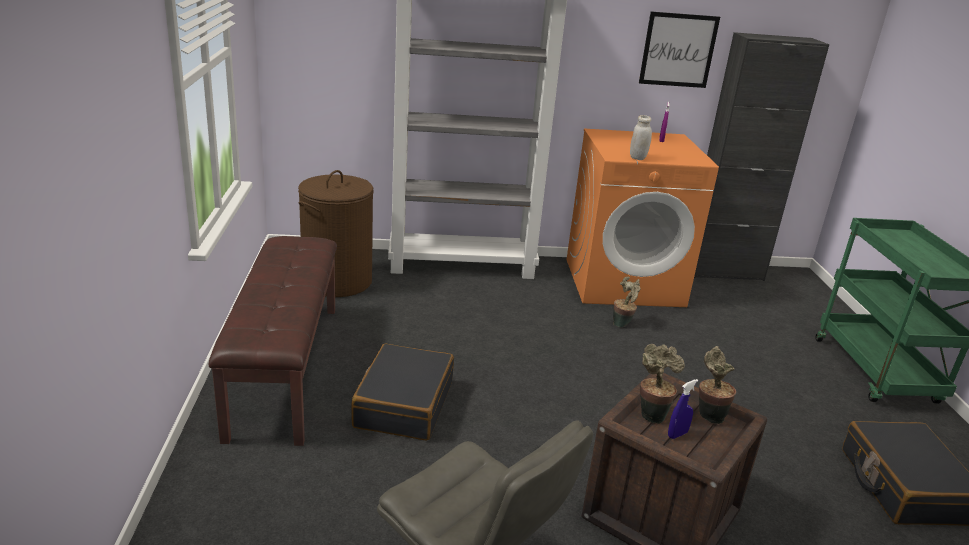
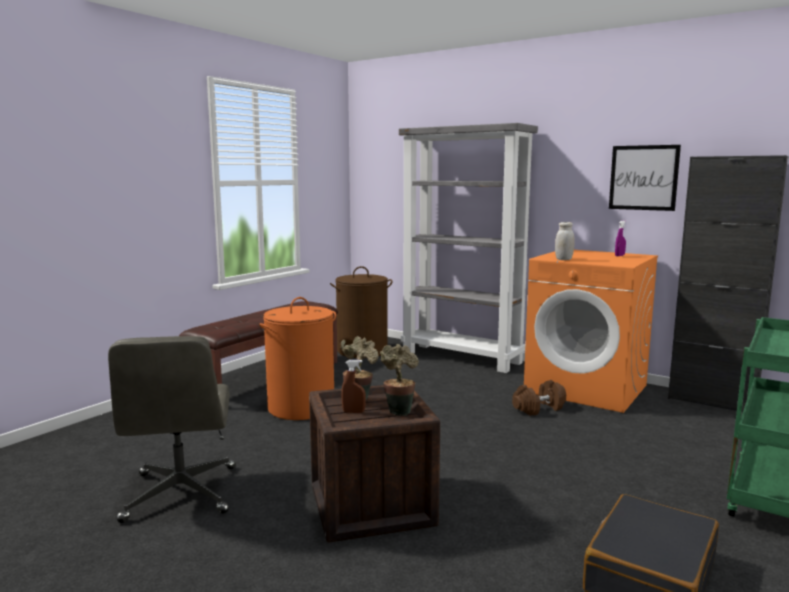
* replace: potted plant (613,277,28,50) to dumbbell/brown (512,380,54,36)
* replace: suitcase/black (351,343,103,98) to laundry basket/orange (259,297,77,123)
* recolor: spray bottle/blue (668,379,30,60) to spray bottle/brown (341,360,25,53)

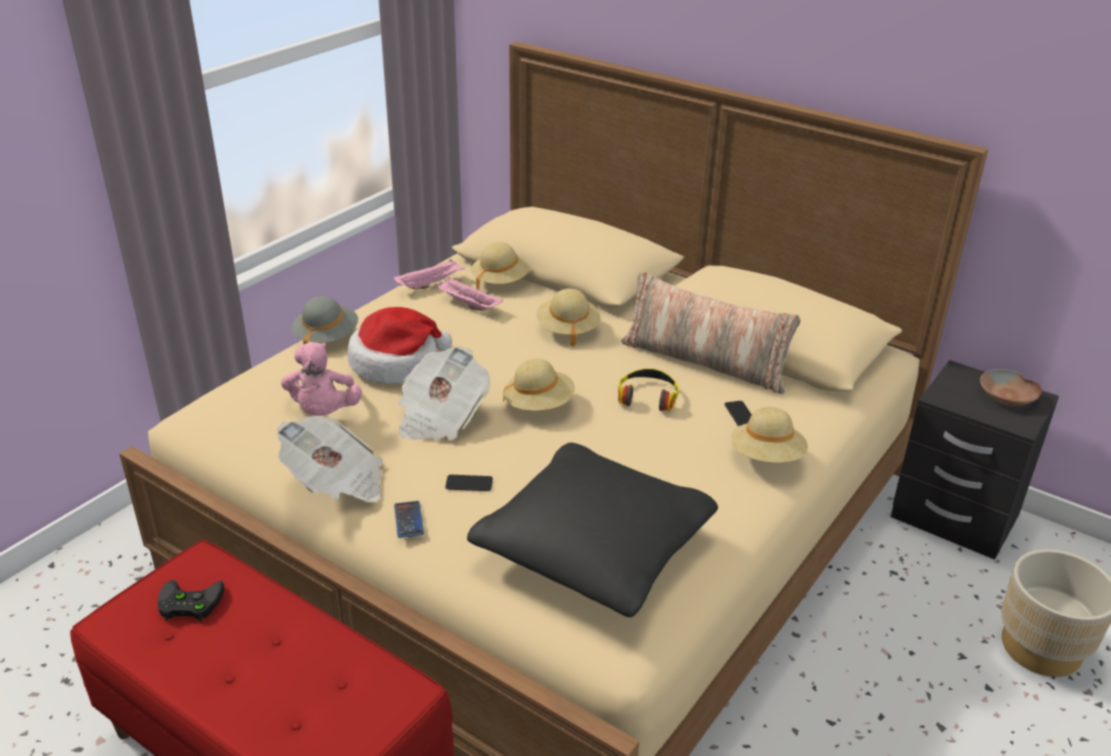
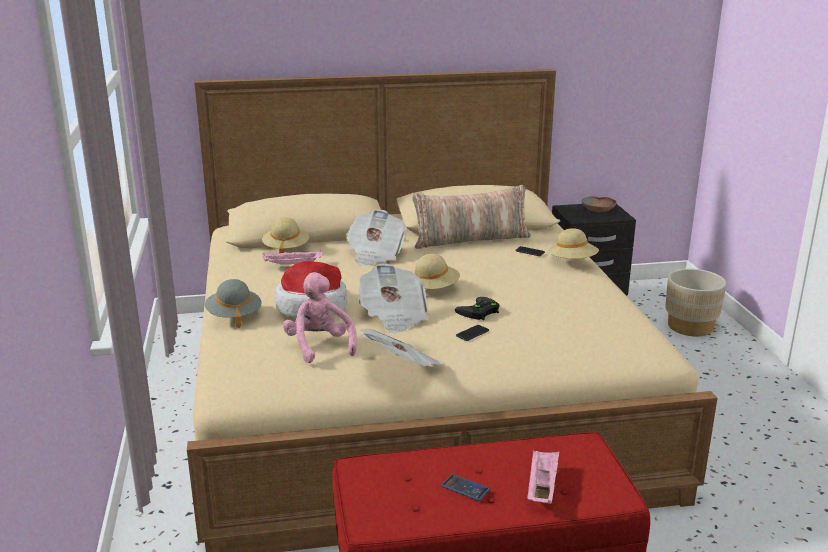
* move: tray/pink (393,259,72,30) to (527,450,32,54)
* replace: hat/beige (536,289,64,58) to newspaper (346,209,61,57)
* rotate: plush toy/pink (281,342,81,74) = (283,272,74,91) 150 degrees counterclockwise
* delete: headphones (618,368,61,43)
* delete: pillow/black (467,443,251,174)
* move: phone (394,501,30,37) to (441,474,49,27)
* move: game controller/black (158,580,66,41) to (455,297,44,23)

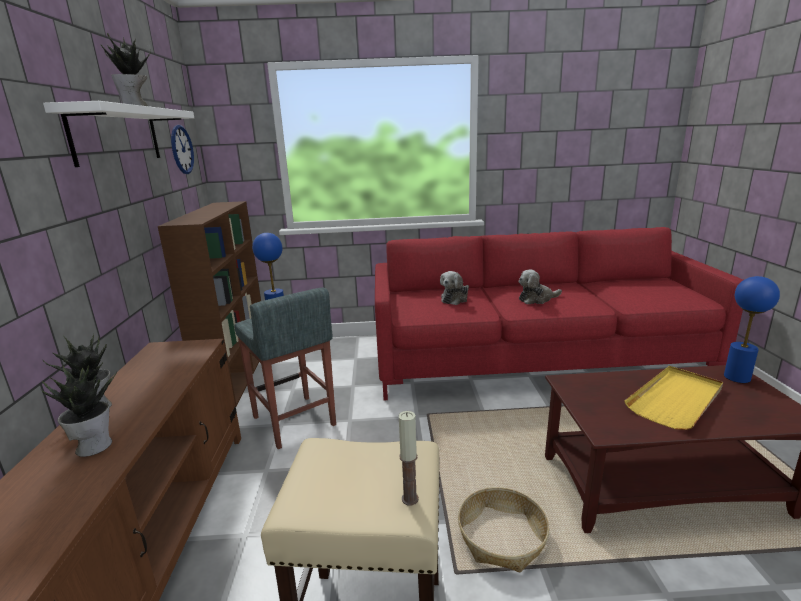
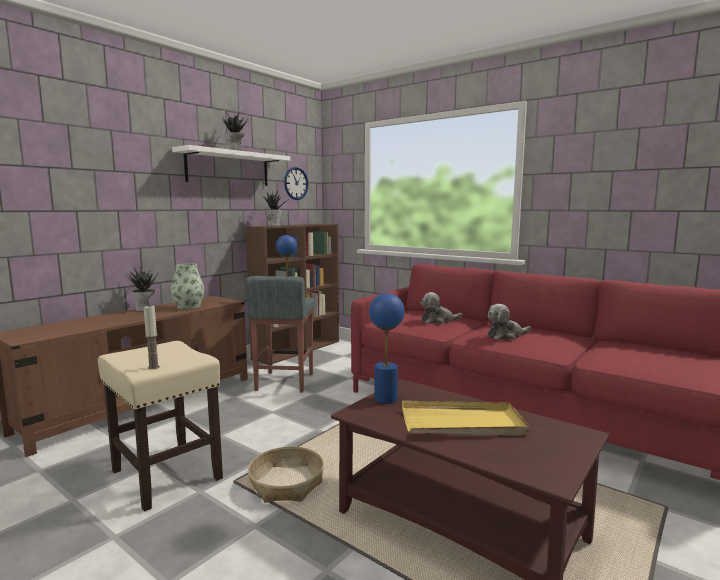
* rotate: plush toy (519,269,43,35) = (487,304,44,36) 45 degrees counterclockwise
* move: table lamp/blue (724,276,56,107) to (369,293,36,111)
* move: potted plant (41,365,76,92) to (263,190,23,36)
* insert: vase (171,263,33,47)

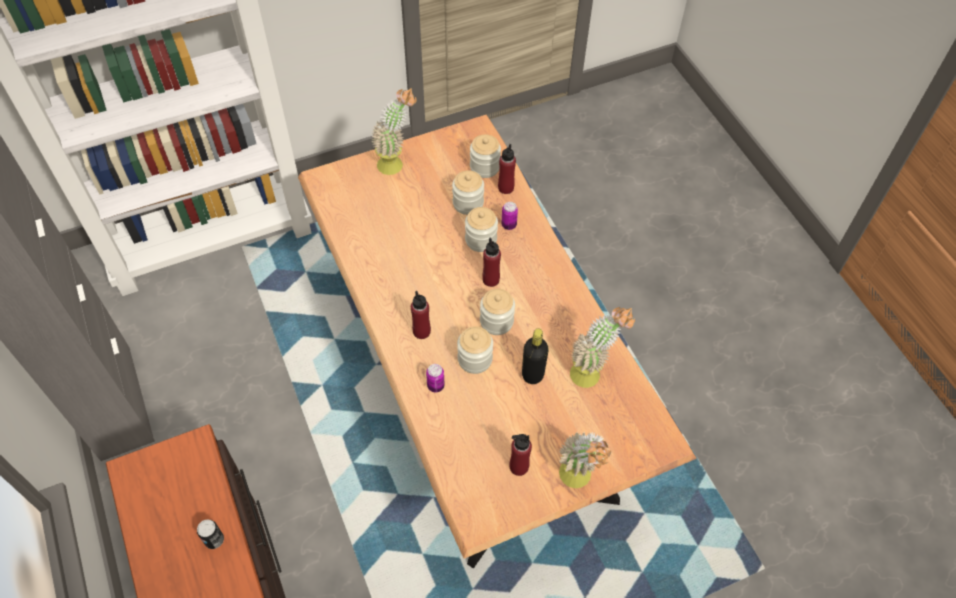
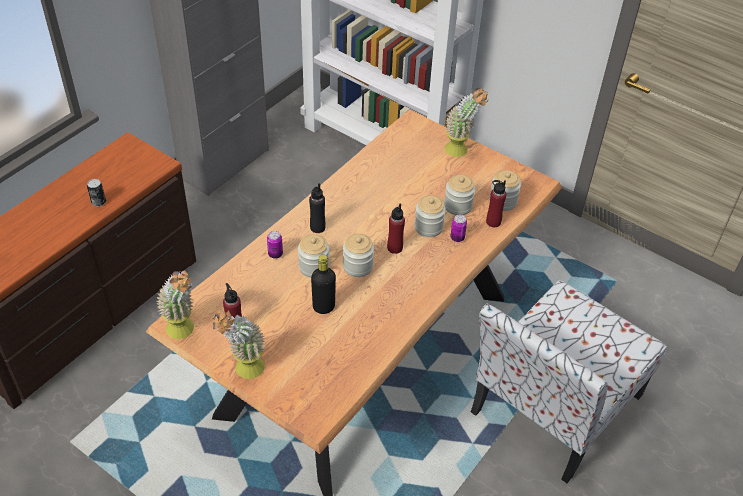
* recolor: bottle/red (411,291,20,48) to bottle/black (309,183,17,50)
* move: potted plant (570,307,65,81) to (156,270,38,69)
* insert: chair (471,280,196,203)

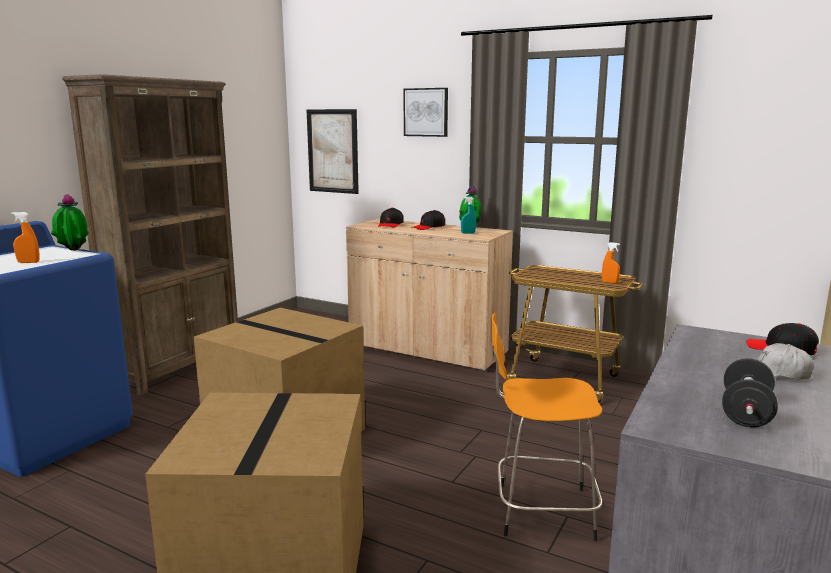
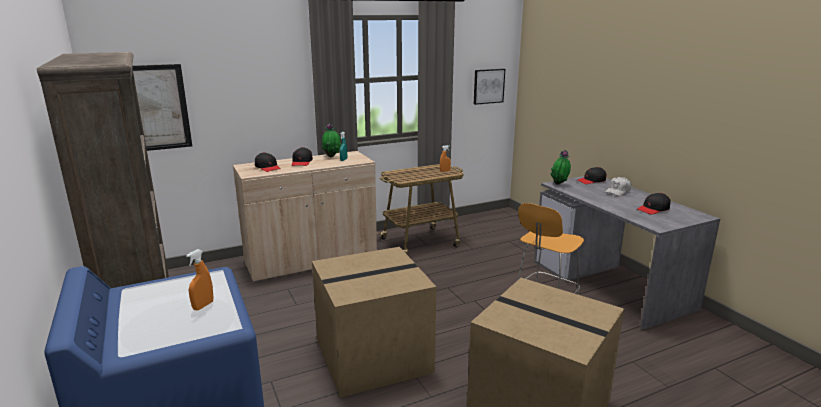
* move: picture (404,88,44,49) to (474,69,31,36)
* move: potted plant (51,194,38,57) to (551,150,20,35)
* replace: dumbbell/black (722,358,56,70) to cap/black (637,193,34,21)

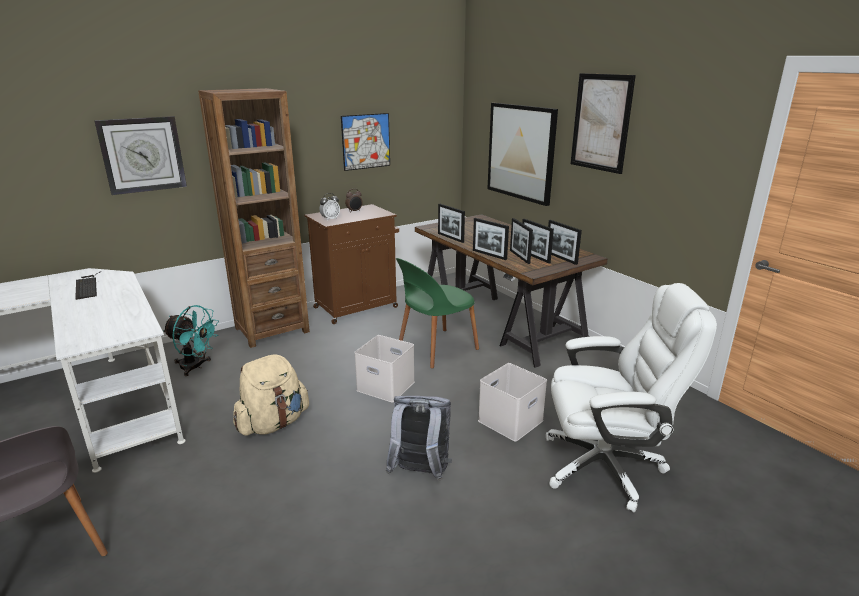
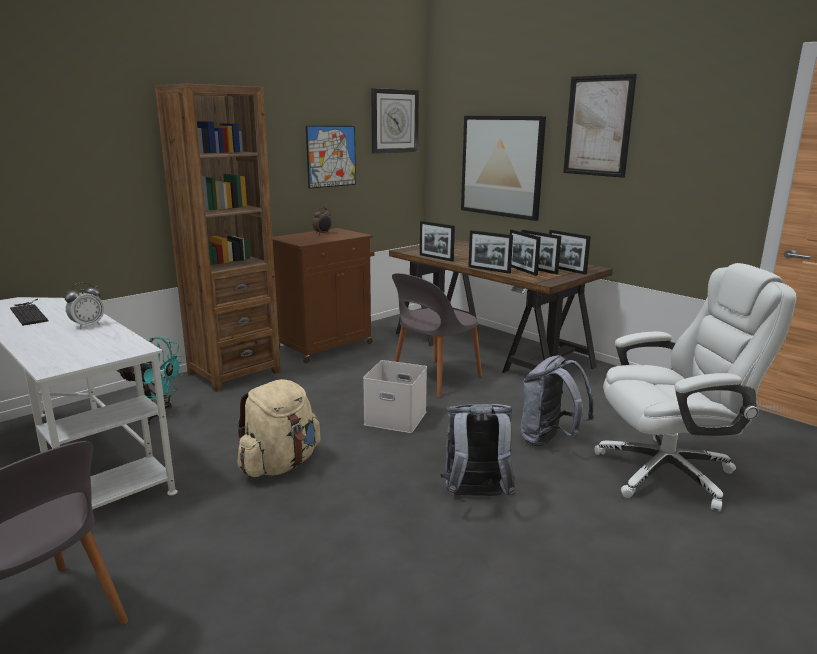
* move: wall clock (94,116,93,79) to (371,88,48,66)
* move: alarm clock (319,193,21,28) to (65,282,39,47)
* recolor: chair/green (396,258,83,111) to chair/grey (392,273,90,125)
* replace: storage box/white (478,363,69,79) to backpack/grey (521,355,73,92)

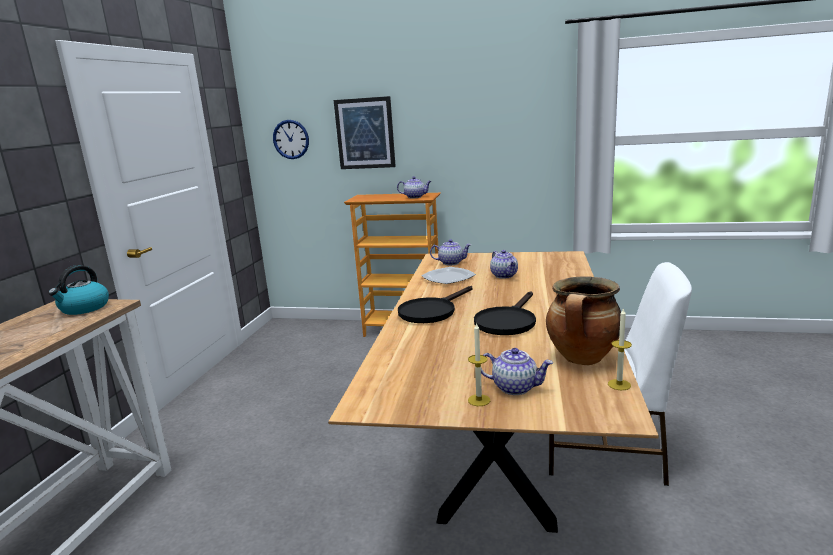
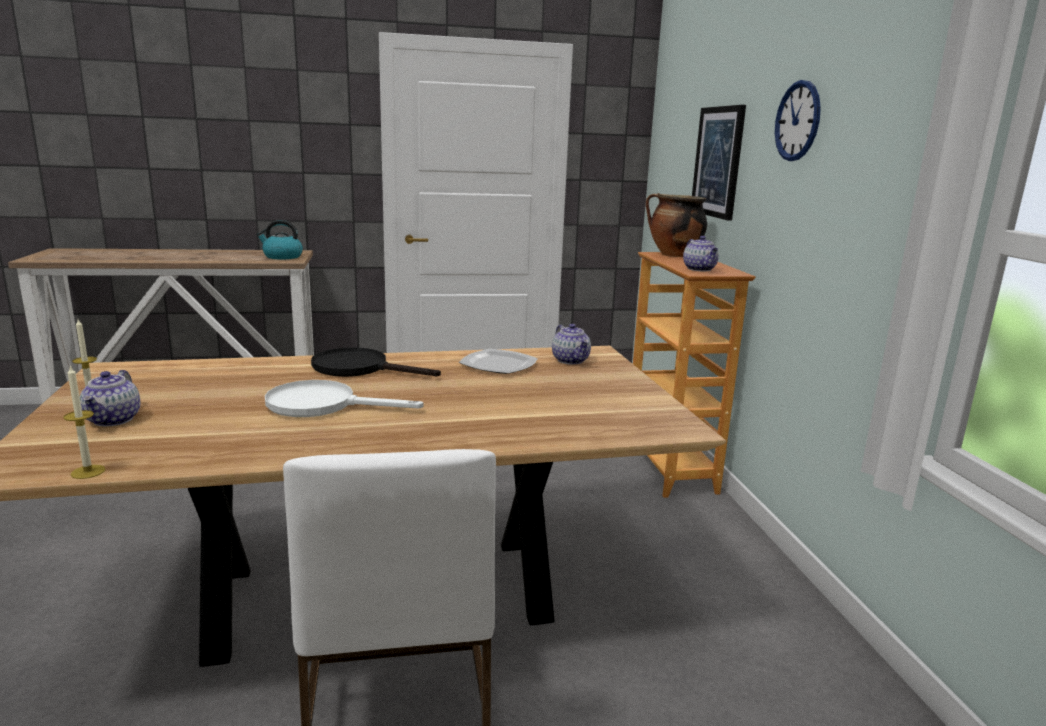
* move: wall clock (273,120,36,39) to (775,80,46,81)
* delete: teapot (490,250,28,29)
* move: cooking pot (546,277,75,88) to (646,193,61,64)
* recolor: frying pan/black (474,291,62,44) to frying pan/white (265,380,159,37)

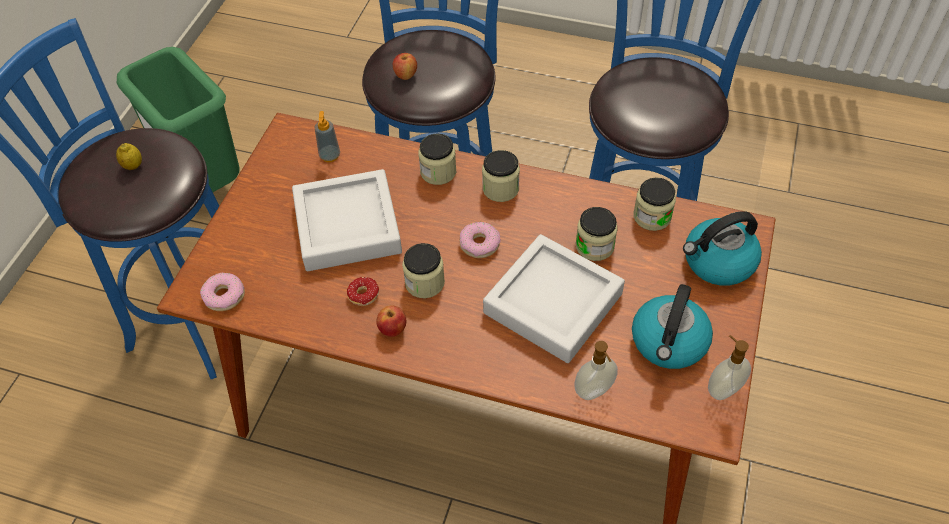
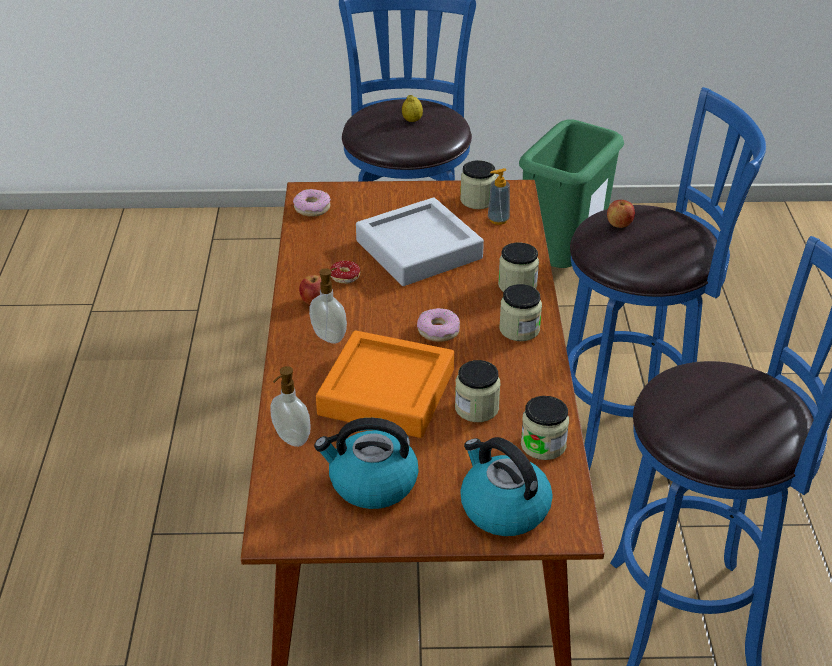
* recolor: tray/grey (483,234,142,129) to tray/orange (316,330,138,108)
* move: jar (402,243,43,55) to (460,160,37,49)
* move: soap dispenser (708,335,43,65) to (309,268,38,75)

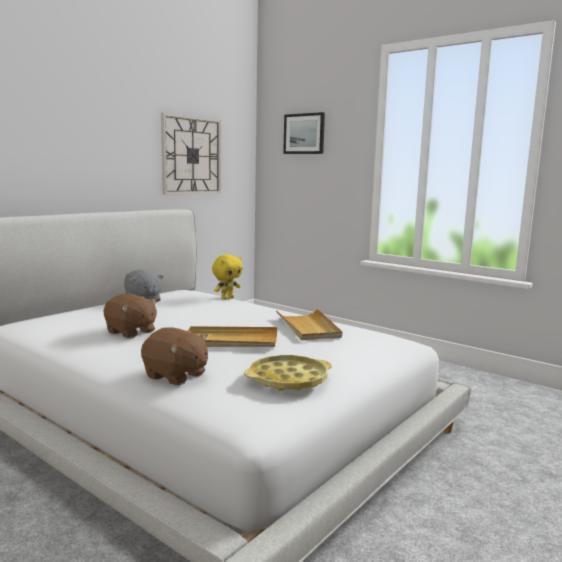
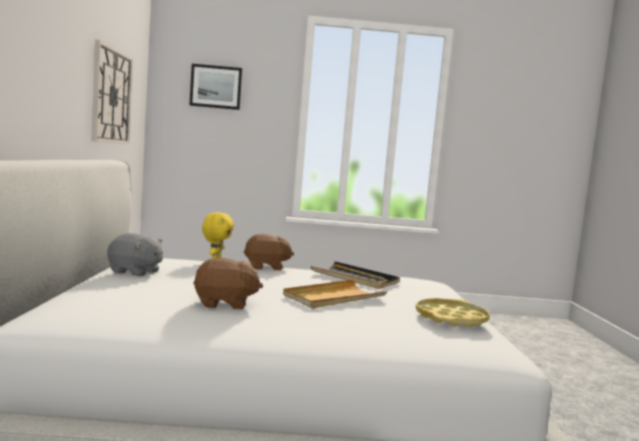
* recolor: tray/beige (276,309,66,31) to tray/black (311,261,89,28)
* move: plush toy/brown (141,327,67,58) to (244,234,50,37)

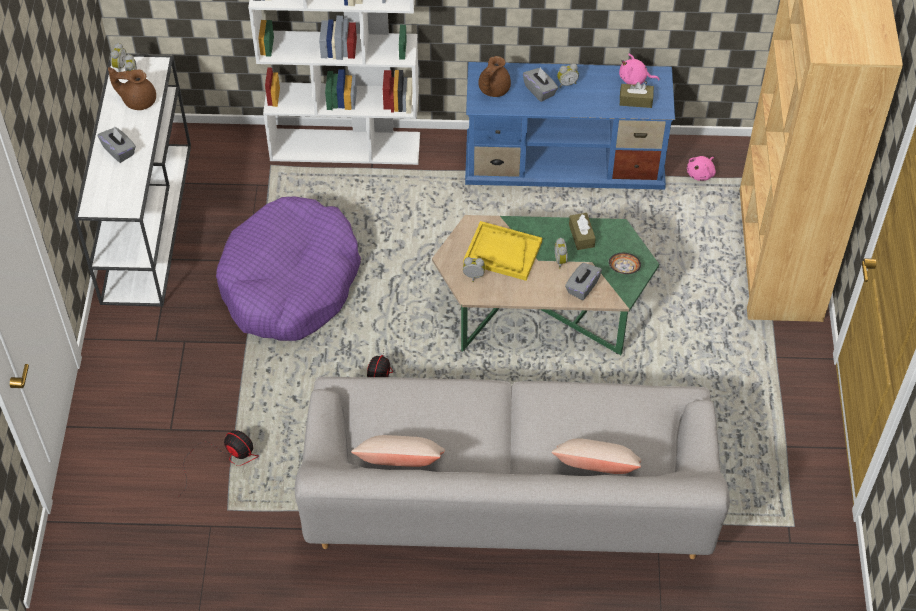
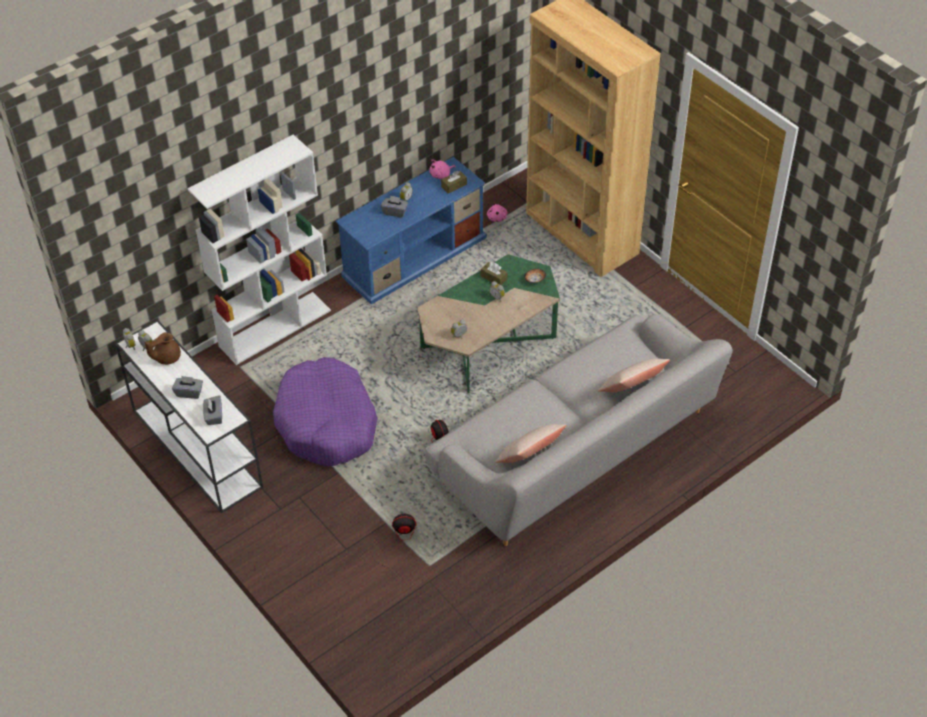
* delete: teapot/brown (478,56,33,41)
* delete: tray/yellow (463,221,79,60)
* move: tissue box/grey (565,263,37,37) to (203,395,19,30)

